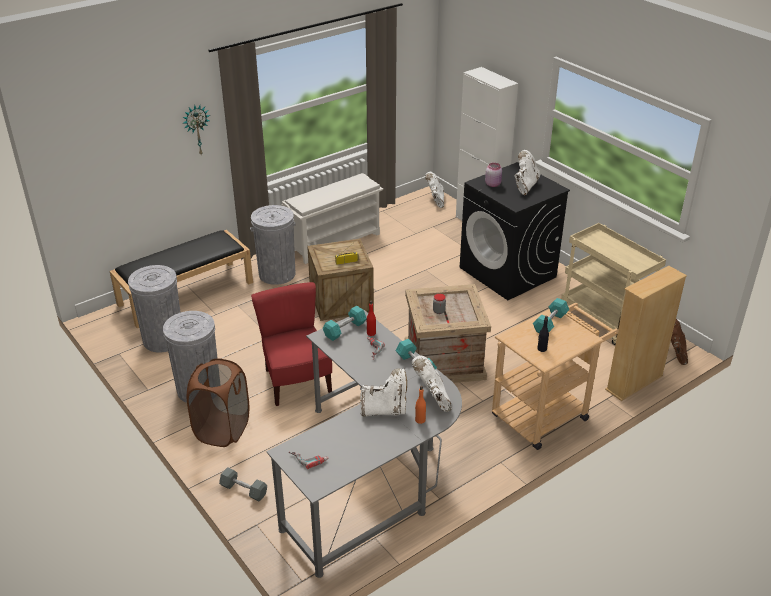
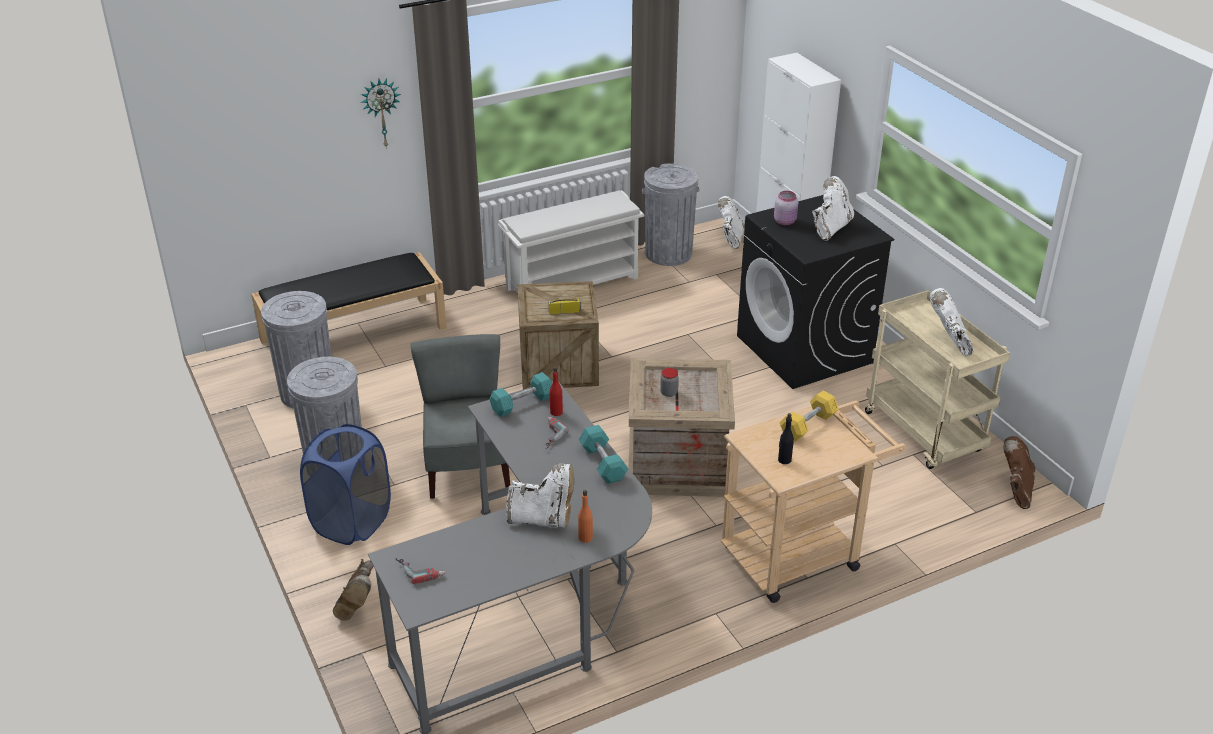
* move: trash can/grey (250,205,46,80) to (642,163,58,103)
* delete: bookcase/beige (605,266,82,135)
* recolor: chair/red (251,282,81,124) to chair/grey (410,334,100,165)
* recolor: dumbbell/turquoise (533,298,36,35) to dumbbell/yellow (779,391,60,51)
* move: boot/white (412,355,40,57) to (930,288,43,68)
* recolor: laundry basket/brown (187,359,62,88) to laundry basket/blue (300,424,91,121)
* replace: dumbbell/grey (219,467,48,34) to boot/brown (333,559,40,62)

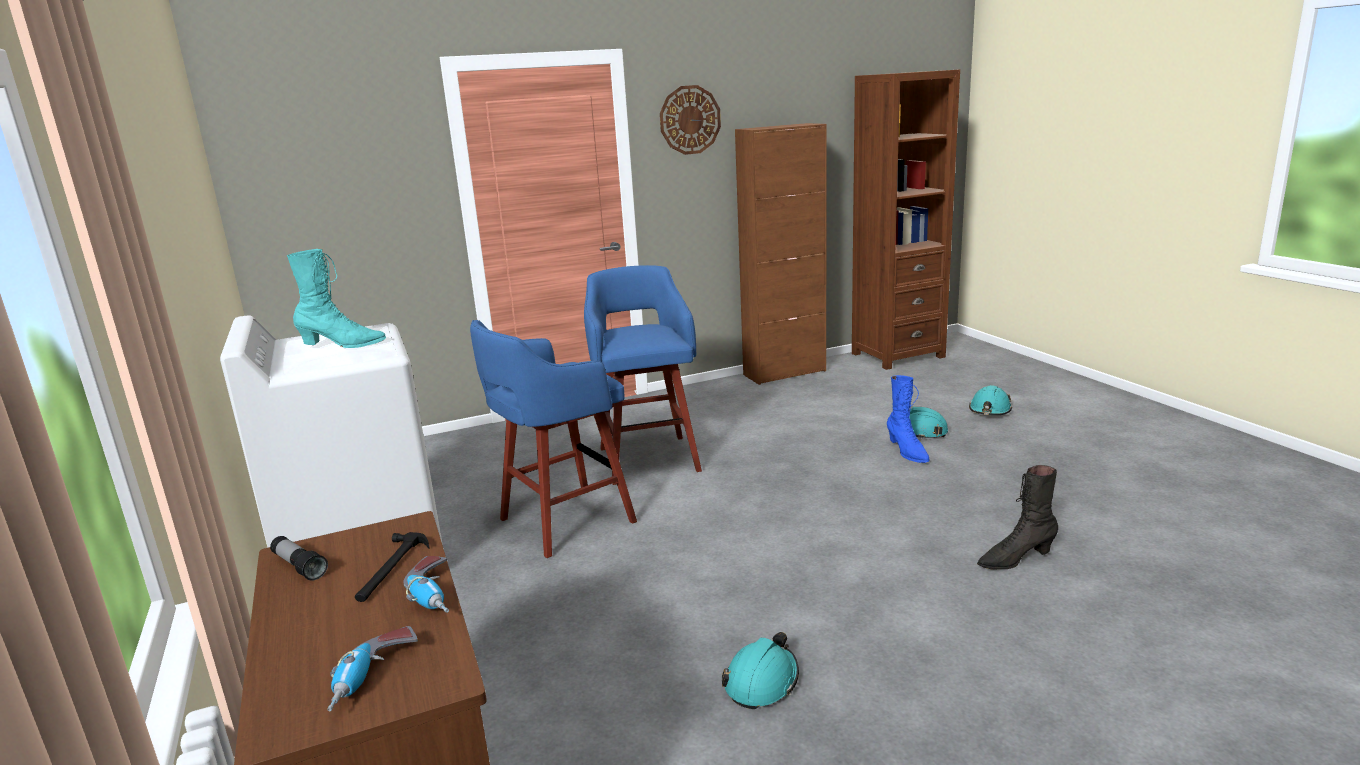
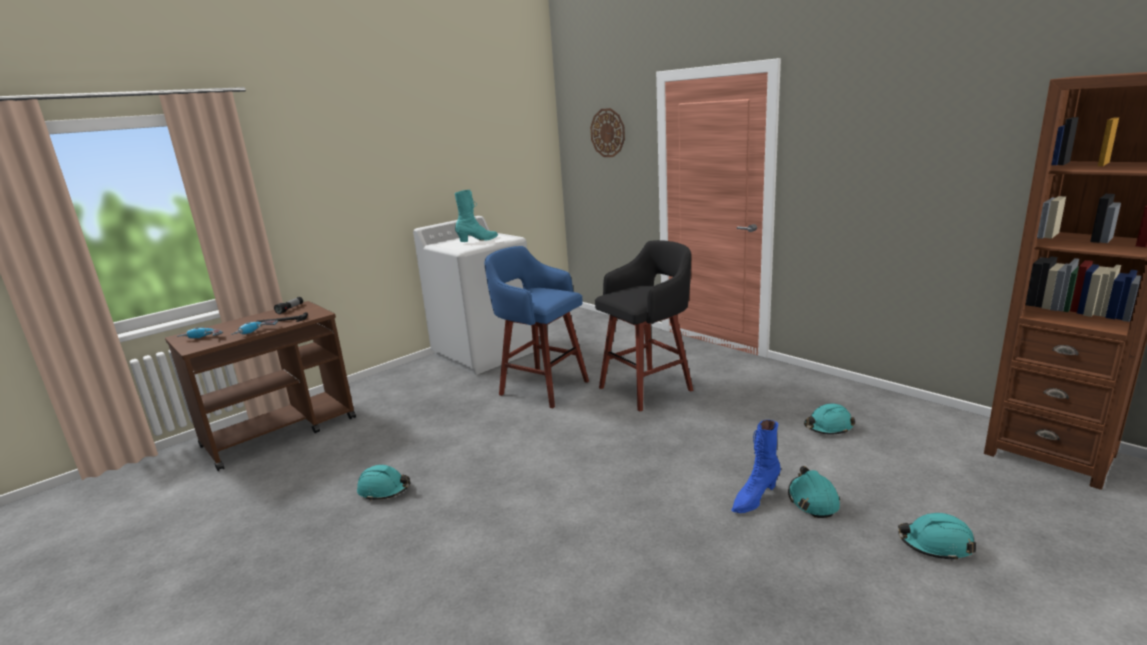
* move: wall clock (660,85,61,70) to (590,108,35,49)
* delete: cabinet/brown (735,123,92,262)
* rotate: boot/turquoise (287,249,99,99) = (455,190,43,52) 105 degrees counterclockwise
* recolor: stool/blue (584,265,118,220) to stool/black (595,240,98,171)
* delete: boot/black (977,465,81,104)
* insert: hard hat/turquoise (804,403,51,32)

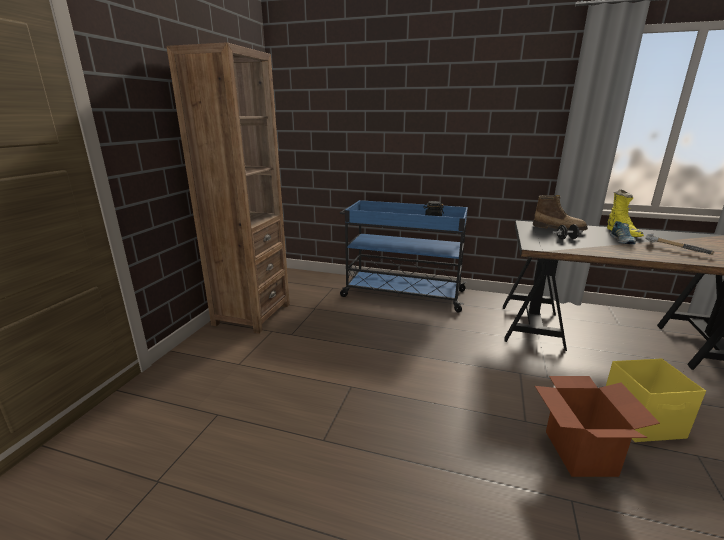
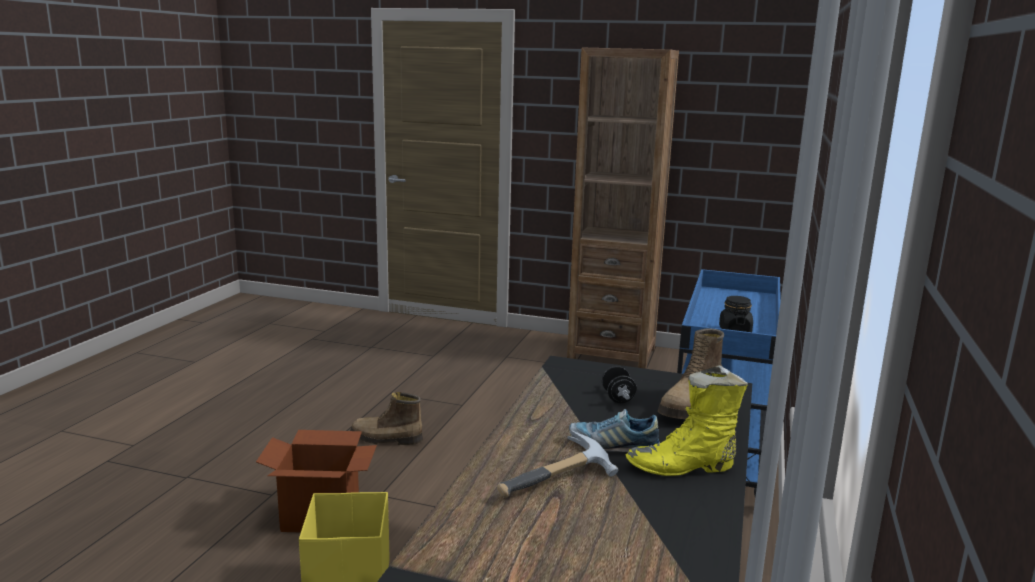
* insert: boot (350,392,73,53)

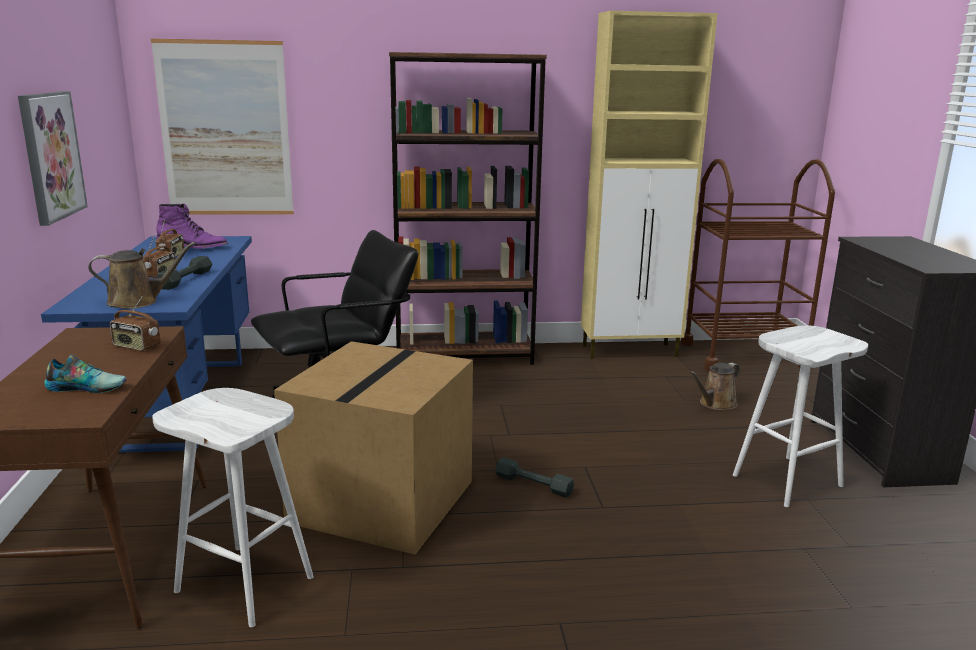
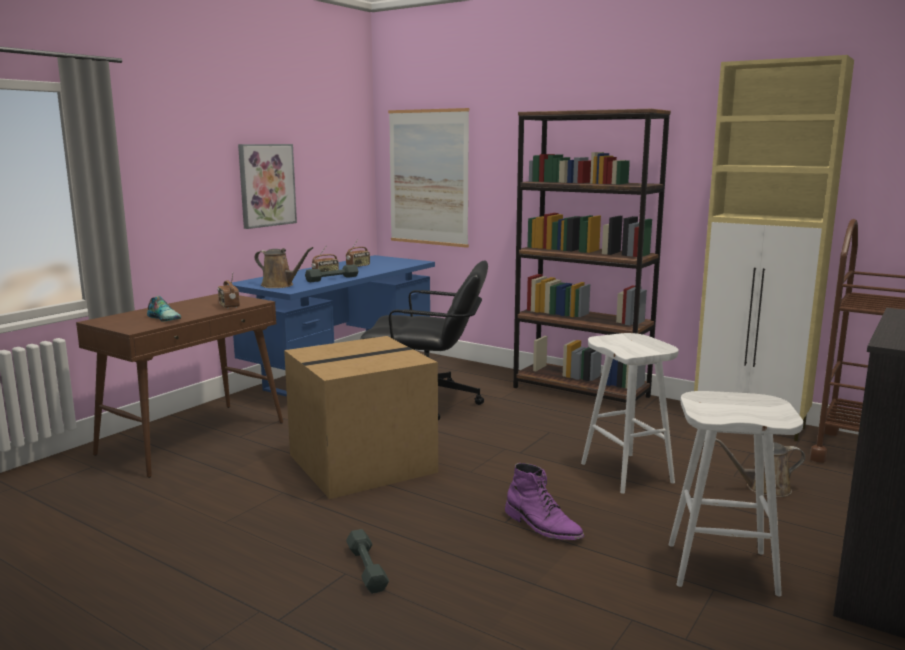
* move: boot/purple (156,203,72,46) to (505,463,79,77)
* move: stool/white (152,388,162,239) to (581,333,98,161)
* move: dumbbell/grey (495,457,79,41) to (346,529,43,65)

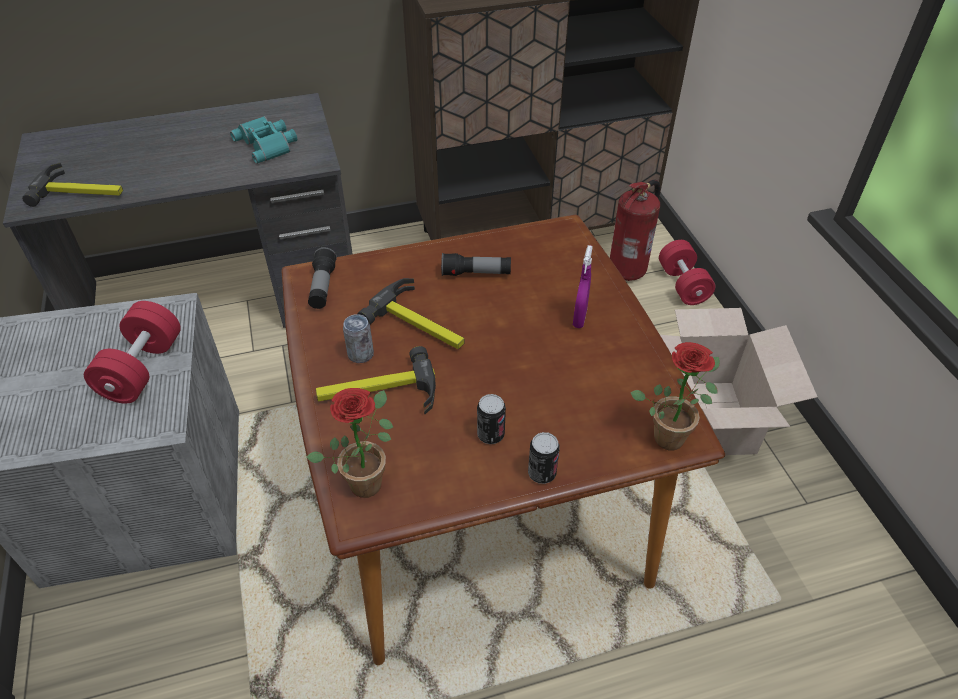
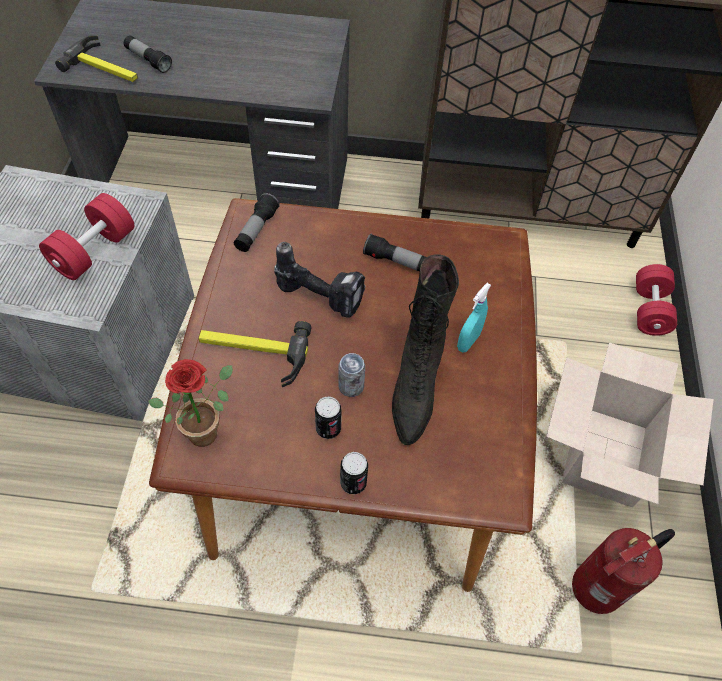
* delete: binoculars/turquoise (230,116,67,48)
* move: fire extinguisher (610,180,50,101) to (572,528,103,86)
* recolor: spray bottle/purple (573,245,20,83) to spray bottle/turquoise (457,283,34,70)
* replace: hammer (357,278,107,71) to power drill (274,242,92,76)
* move: can (343,314,31,49) to (338,353,27,44)
* delete: potted plant (630,342,90,108)
* insert: flashlight (124,35,48,38)
* insert: boot/black (392,254,67,191)

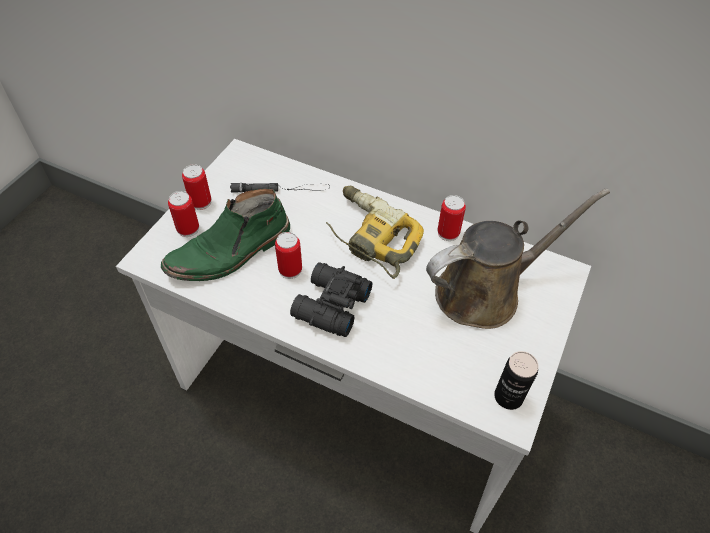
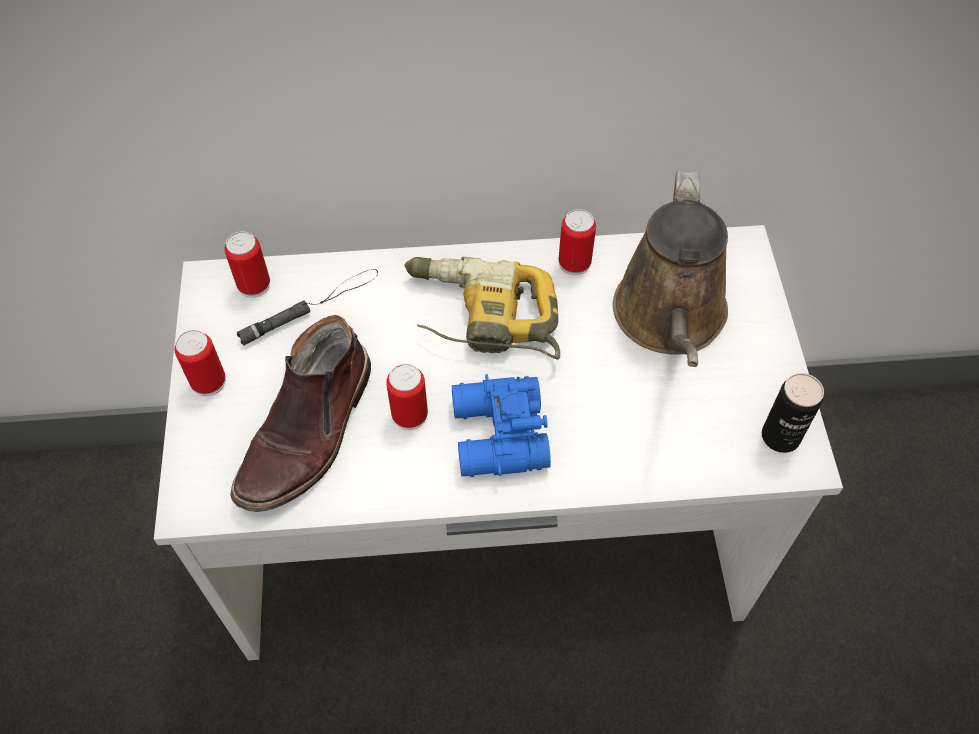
* rotate: watering can/brown (426,188,184,141) = (613,171,115,196) 150 degrees clockwise
* recolor: boot/green (161,189,129,92) to boot/brown (230,315,141,197)
* move: can (168,191,31,46) to (225,231,45,66)
* recolor: binoculars/black (290,262,83,75) to binoculars/blue (452,374,99,103)

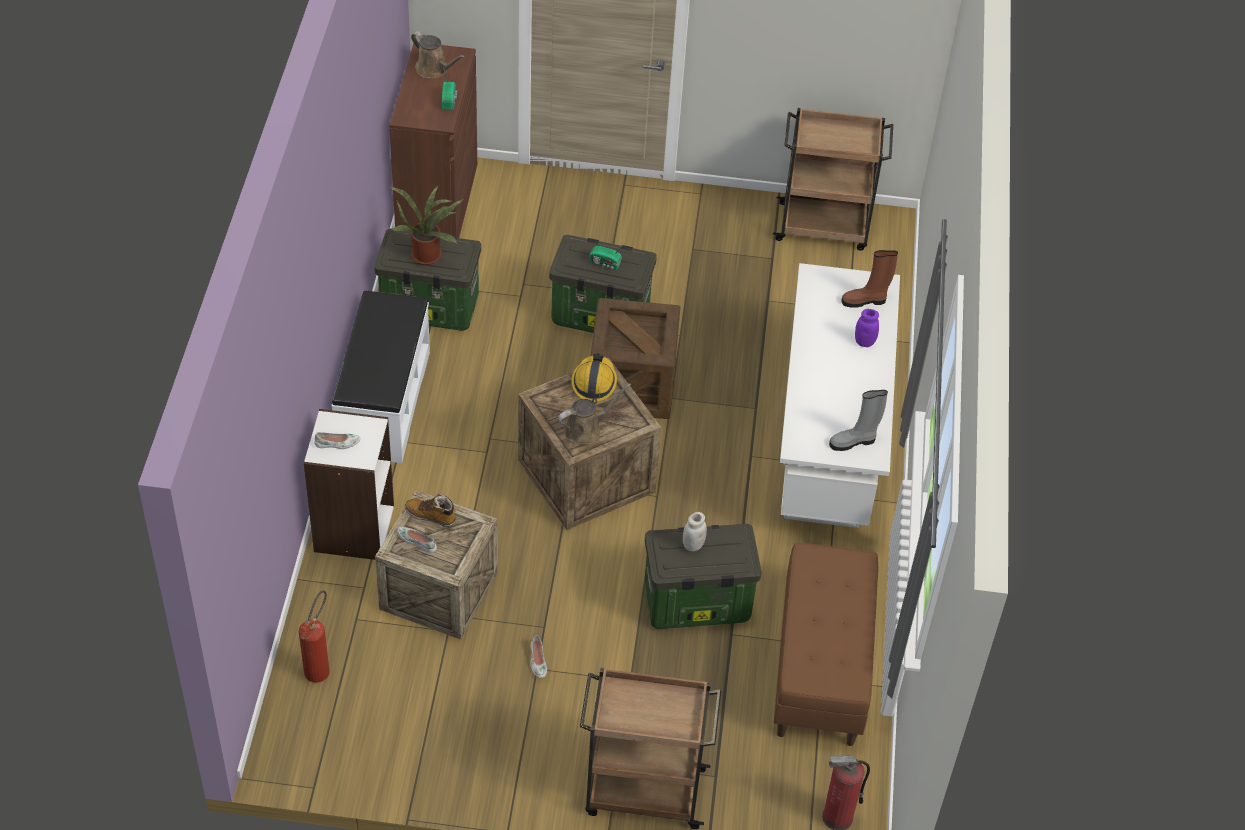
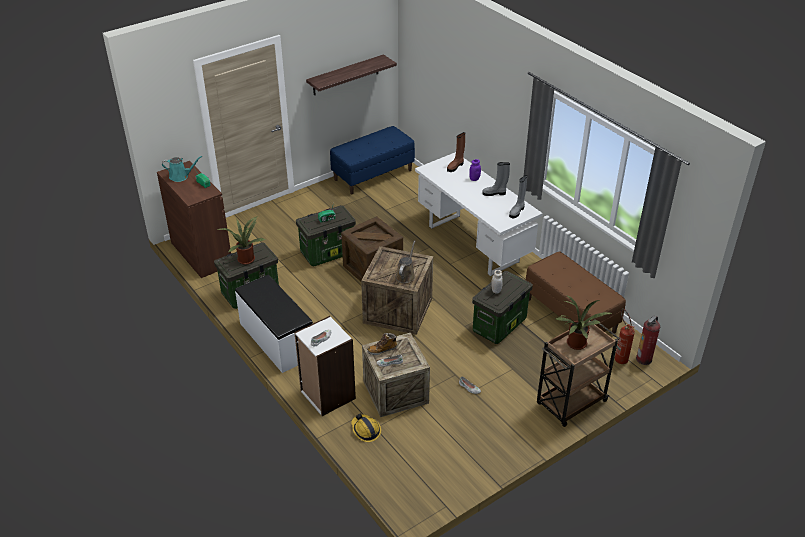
* recolor: watering can/brown (411,31,54,48) to watering can/turquoise (162,156,40,26)
* replace: cart/brown (773,108,120,143) to bench/blue (330,126,85,68)
* move: hard hat (571,353,46,49) to (351,414,30,28)
* move: fire extinguisher (299,590,31,93) to (615,308,20,56)
* insert: shelf (306,54,91,41)
* insert: boot/grey (482,162,28,34)
* insert: potted plant (555,295,57,55)

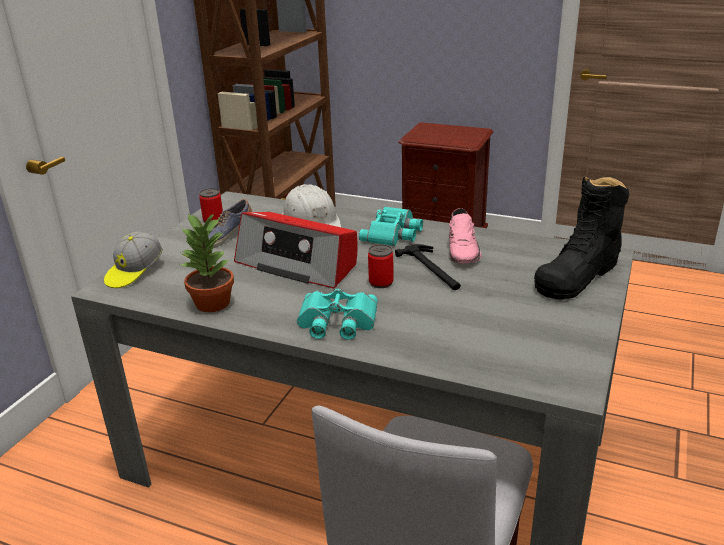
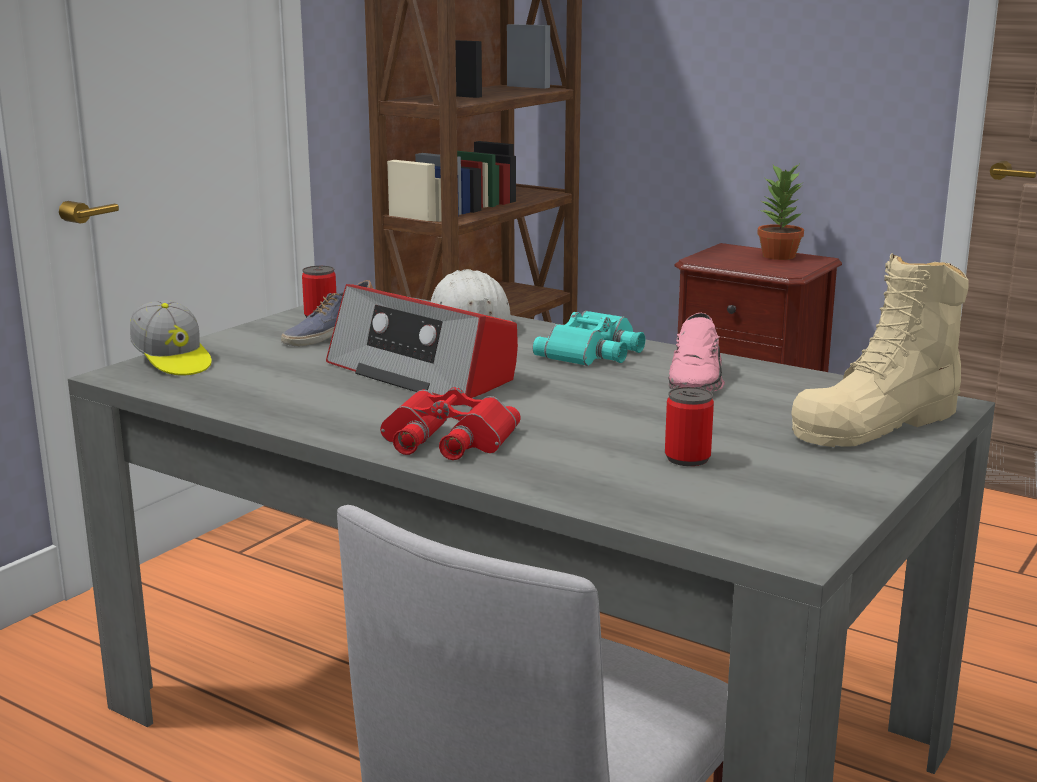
* recolor: boot/black (534,176,95,124) to boot/beige (791,253,178,194)
* move: potted plant (181,213,53,99) to (757,165,47,95)
* rotate: cap (104,232,59,56) = (130,300,82,76) 75 degrees counterclockwise
* move: can (368,244,26,44) to (665,387,49,79)
* delete: hammer (395,244,66,46)
* recolor: binoculars/turquoise (297,288,81,52) to binoculars/red (380,387,141,73)

